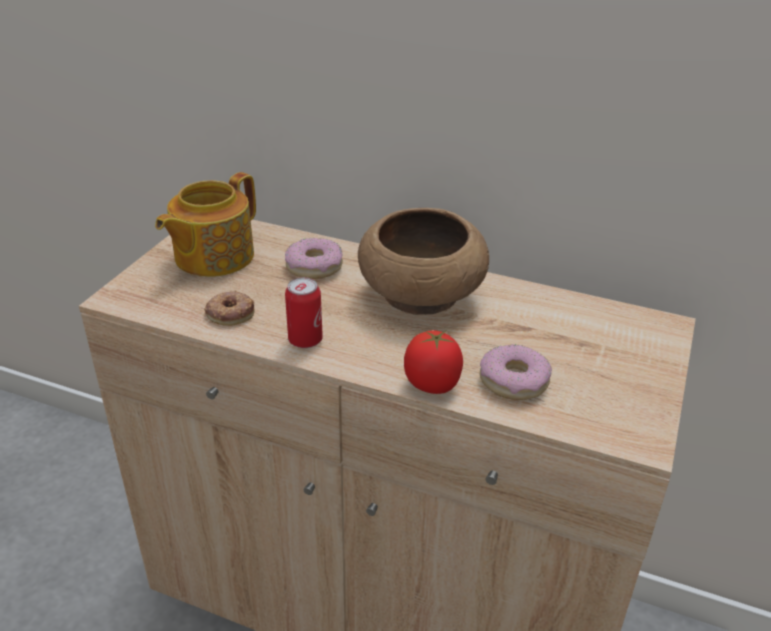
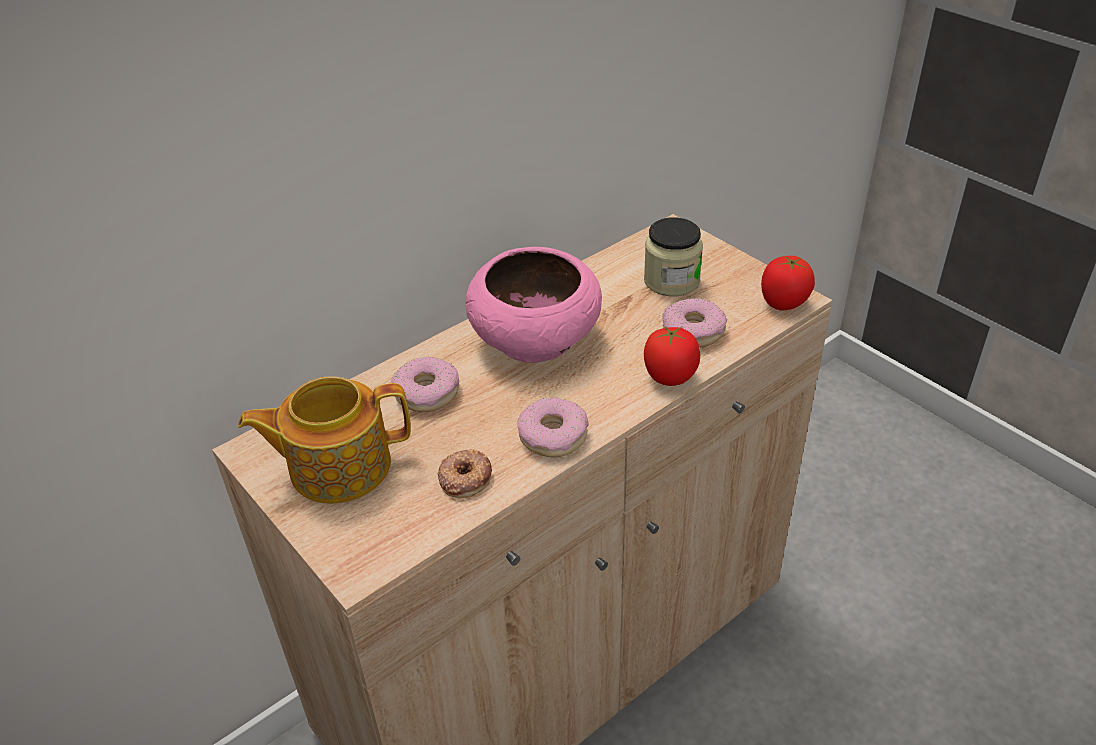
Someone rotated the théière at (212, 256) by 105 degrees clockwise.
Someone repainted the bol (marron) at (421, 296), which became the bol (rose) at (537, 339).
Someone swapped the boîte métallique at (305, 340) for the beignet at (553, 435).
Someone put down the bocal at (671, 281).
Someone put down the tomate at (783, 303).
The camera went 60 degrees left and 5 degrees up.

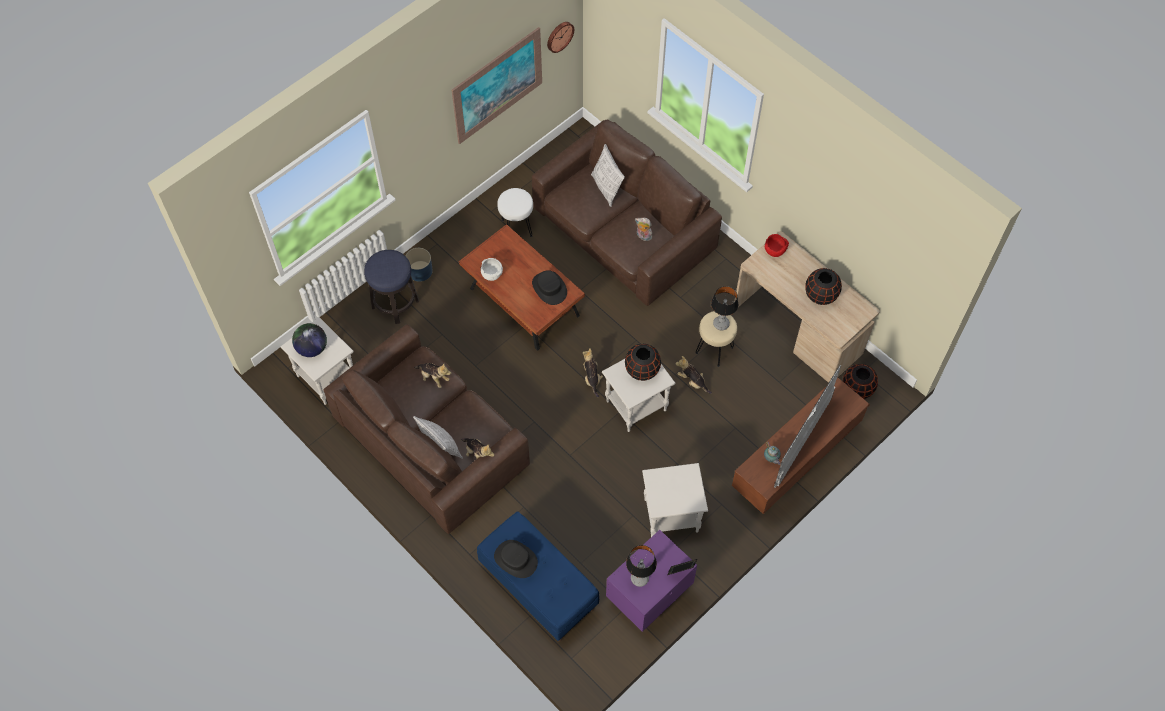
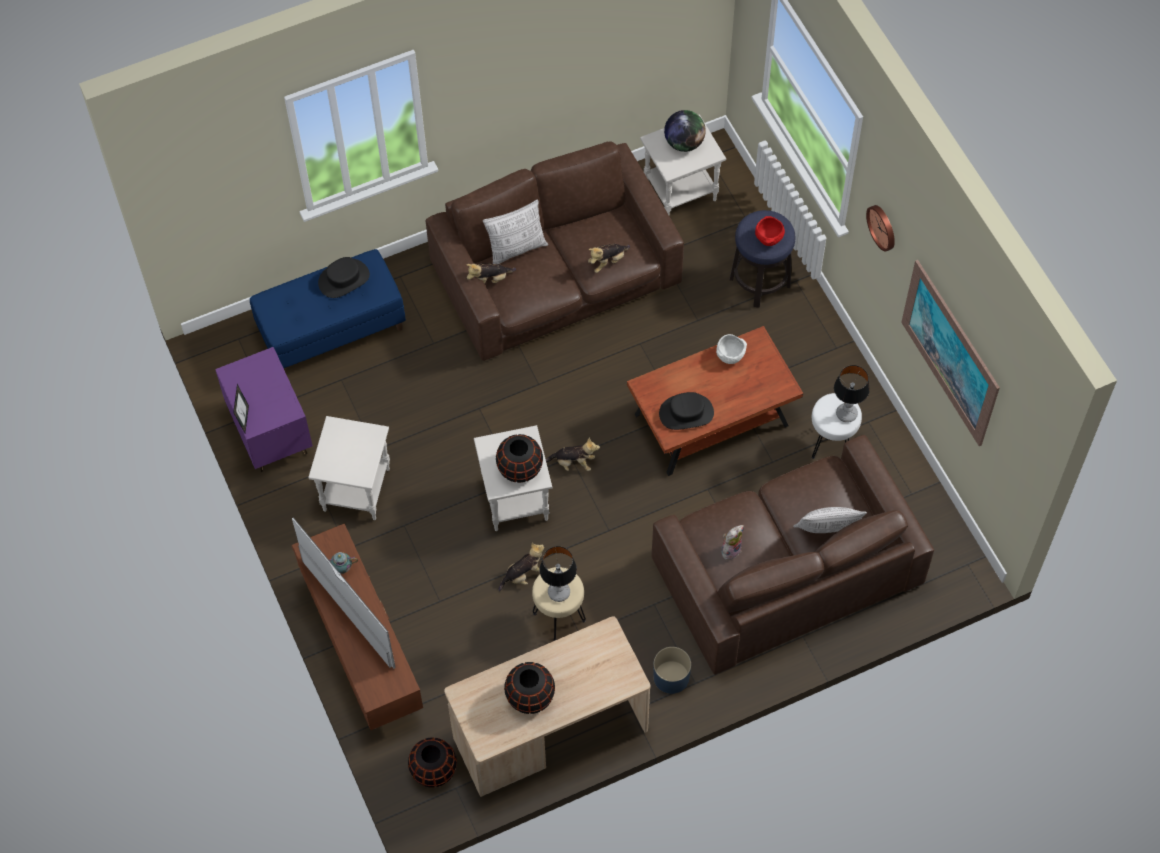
Someone carried the horloge murale from (559, 36) to (882, 227).
Someone carried the bol (rouge) from (775, 251) to (769, 239).
Someone carried the cache-pot (bleu) from (420, 271) to (671, 677).
Someone carried the lampe de table from (639, 578) to (847, 414).
The camera went 110 degrees right and 0 degrees up.

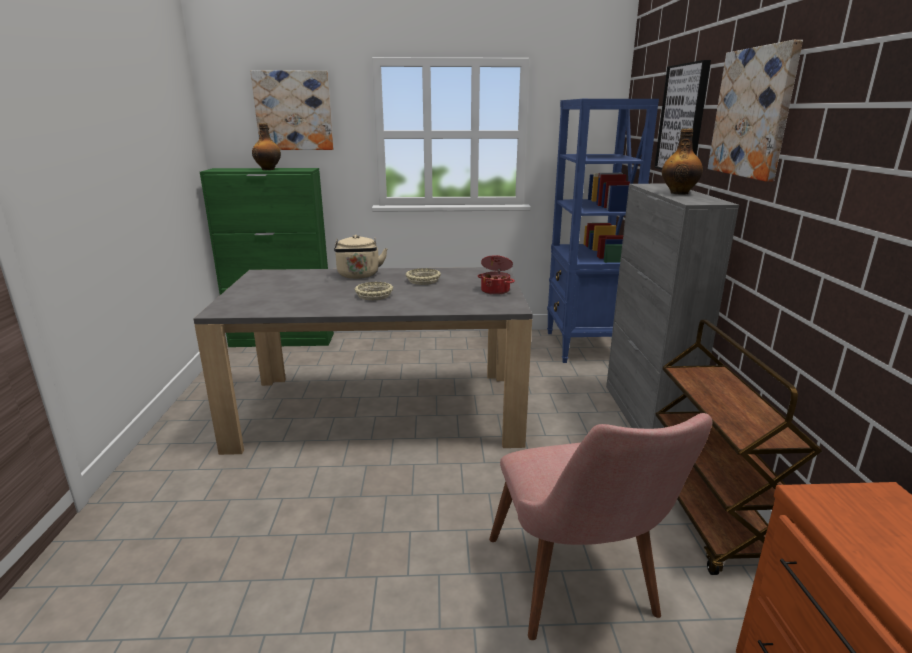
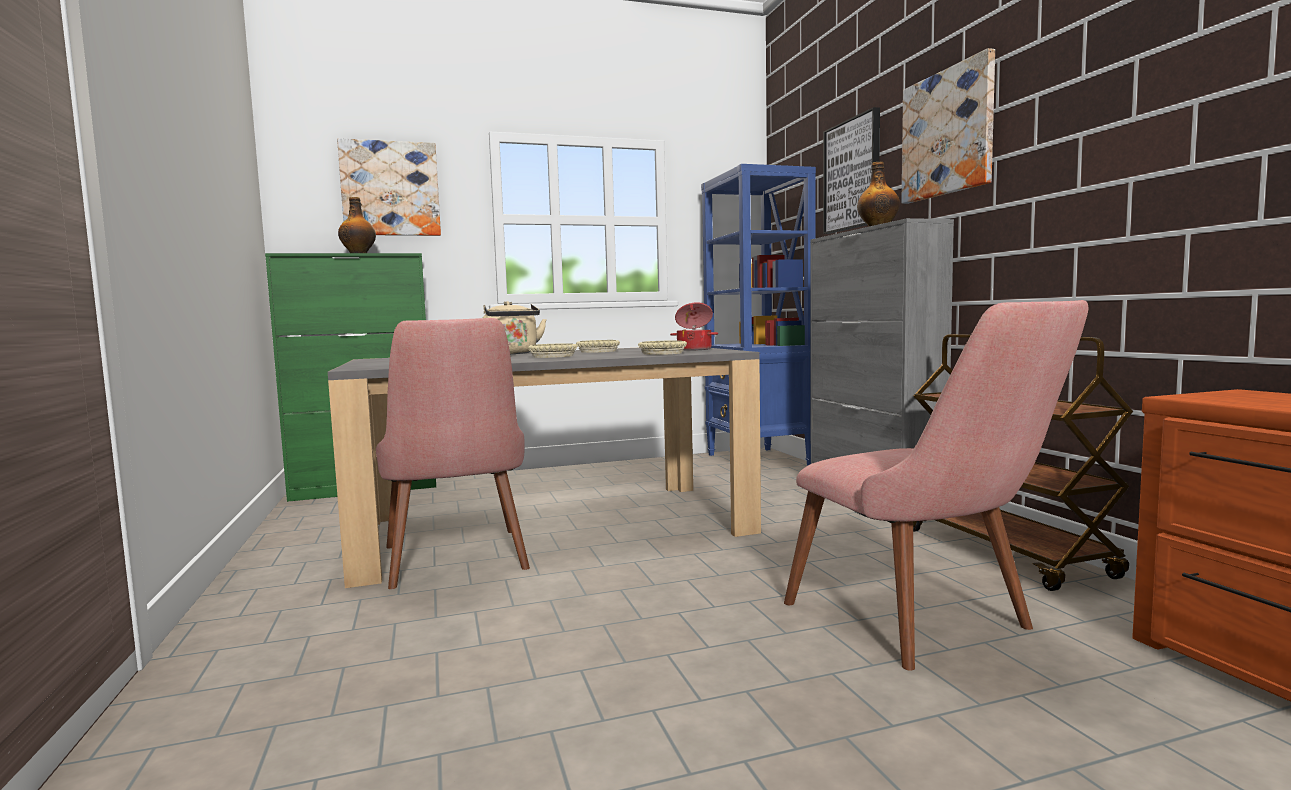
Someone put down the chaise (rose) at (459, 564).
Someone put down the bol (beige) at (663, 353).
The camera went 15 degrees left and 15 degrees down.

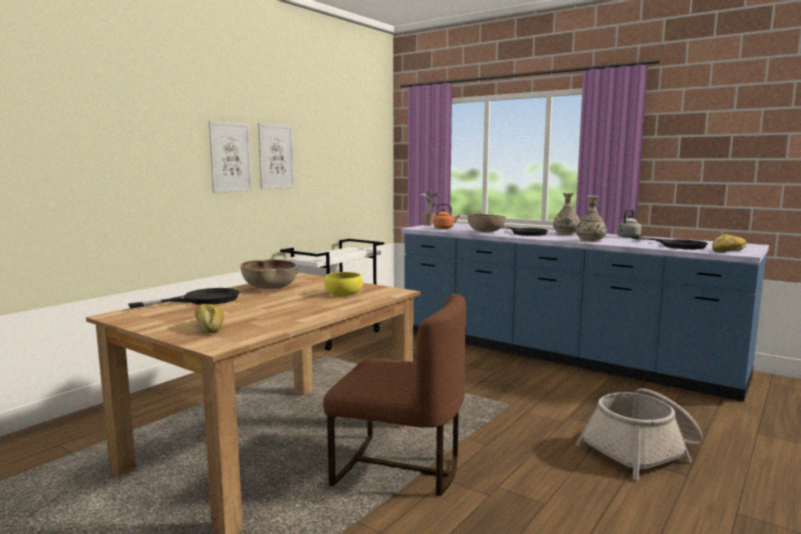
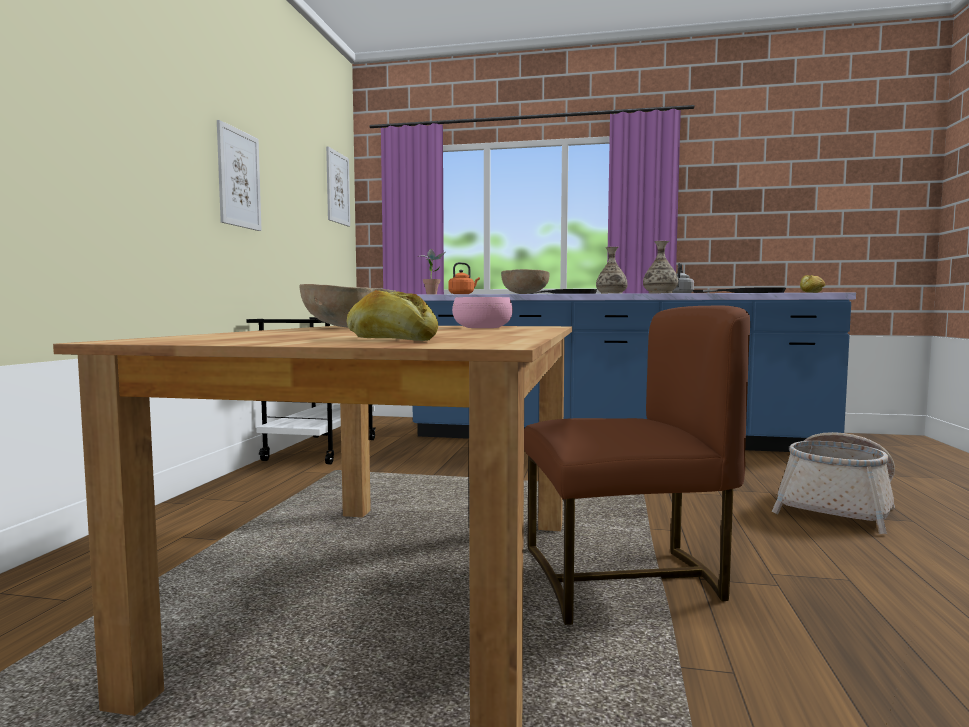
Someone carried the tableau from (230, 157) to (337, 188).
Someone repainted the bol (jaune) at (343, 294), which became the bol (rose) at (482, 327).
Someone took away the poêle (noir) at (201, 300).
The camera went 25 degrees left and 5 degrees down.

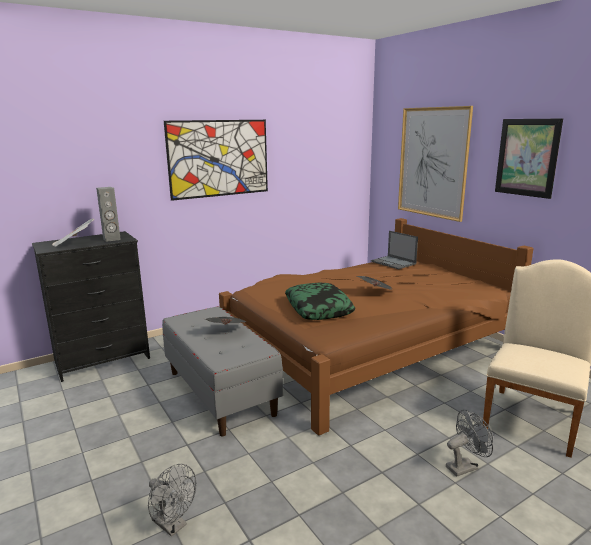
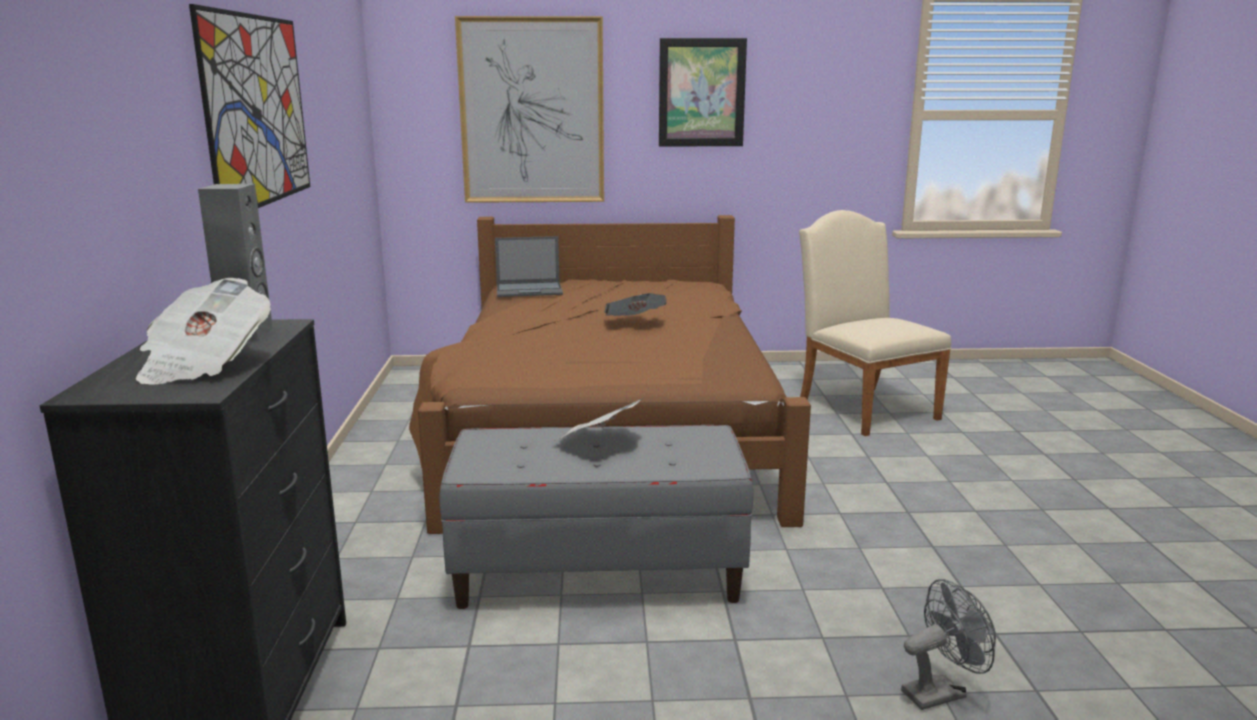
Someone took away the coussin at (318, 309).
Someone took away the ventilateur (gris) at (465, 466).
The camera went 60 degrees left and 0 degrees up.

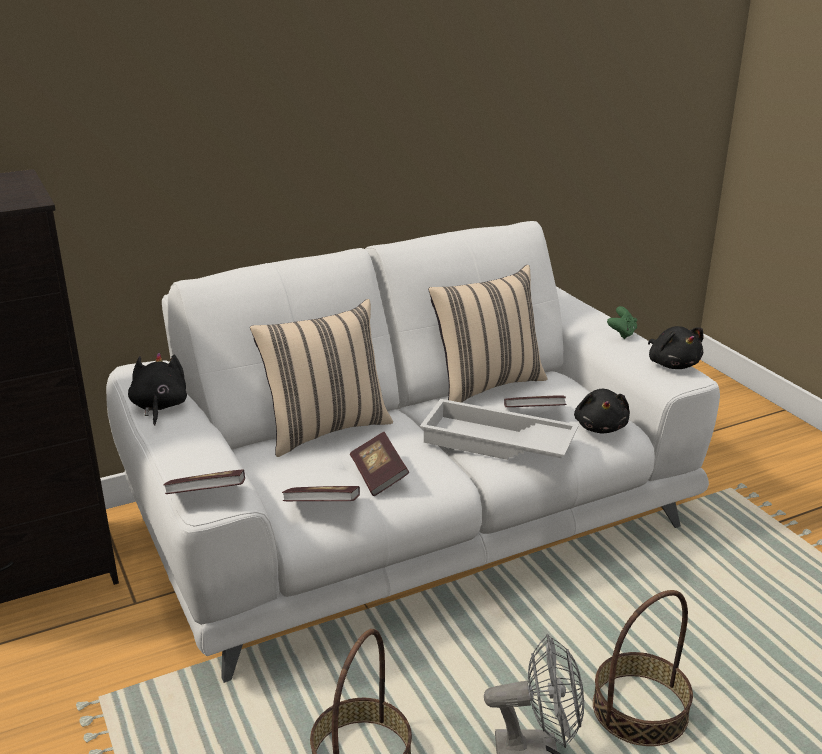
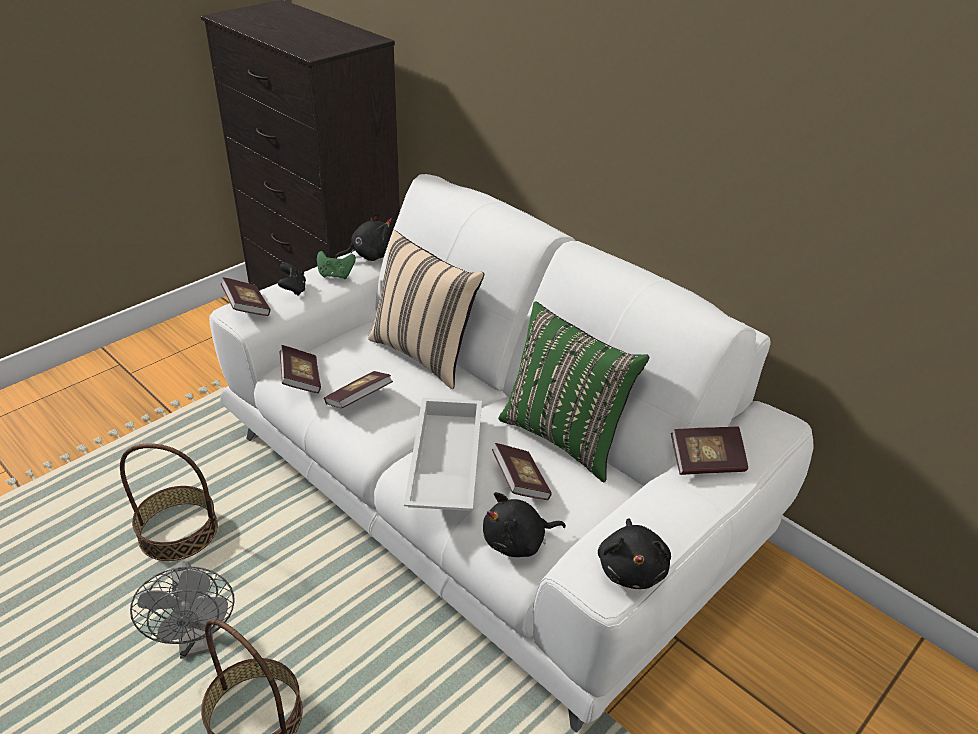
Someone repainted the coussin (beige) at (486, 385), which became the coussin (vert) at (564, 437).
Someone carried the manette (vert) from (622, 333) to (336, 275).
Someone rotated the peluche (noir) at (672, 364) by 45 degrees counterclockwise.
Someone put down the manette (noir) at (293, 289).
Someone put down the livre at (706, 462).
The camera went 70 degrees right and 10 degrees up.

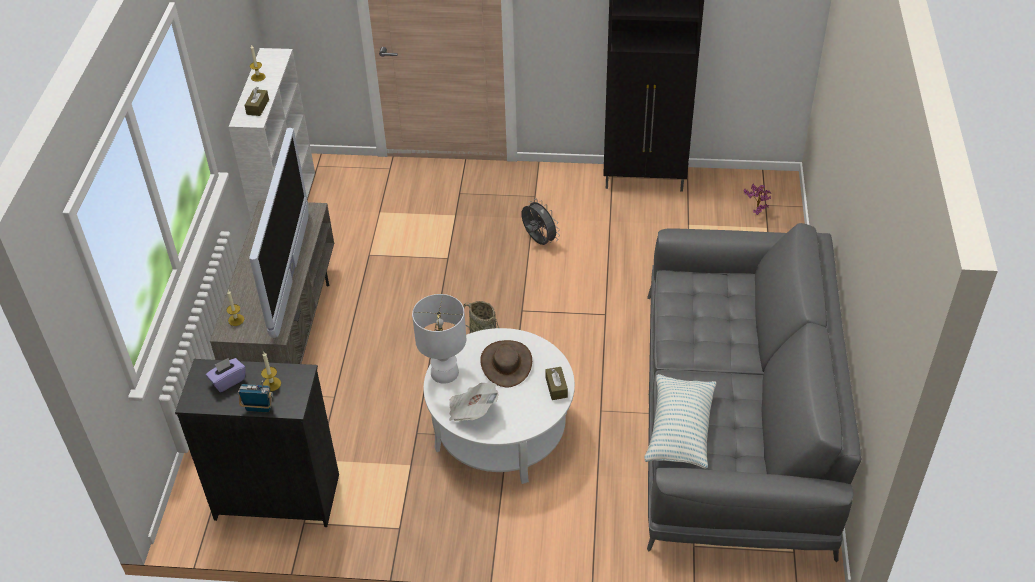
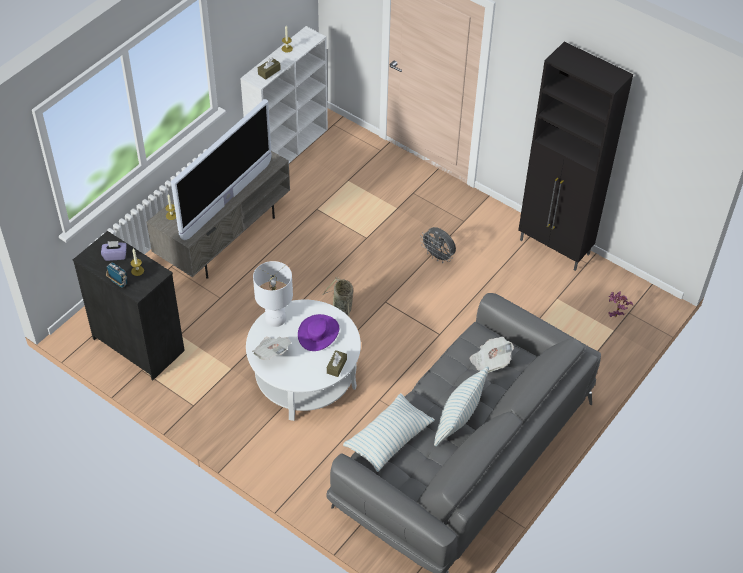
Someone rotated the ventilateur (gris) at (538, 241) by 135 degrees clockwise.
Someone repainted the chapeau (marron) at (506, 364), which became the chapeau (violet) at (318, 333).
Someone put down the journal at (490, 361).
Someone put down the coussin at (459, 418).
The camera went 30 degrees right and 5 degrees up.

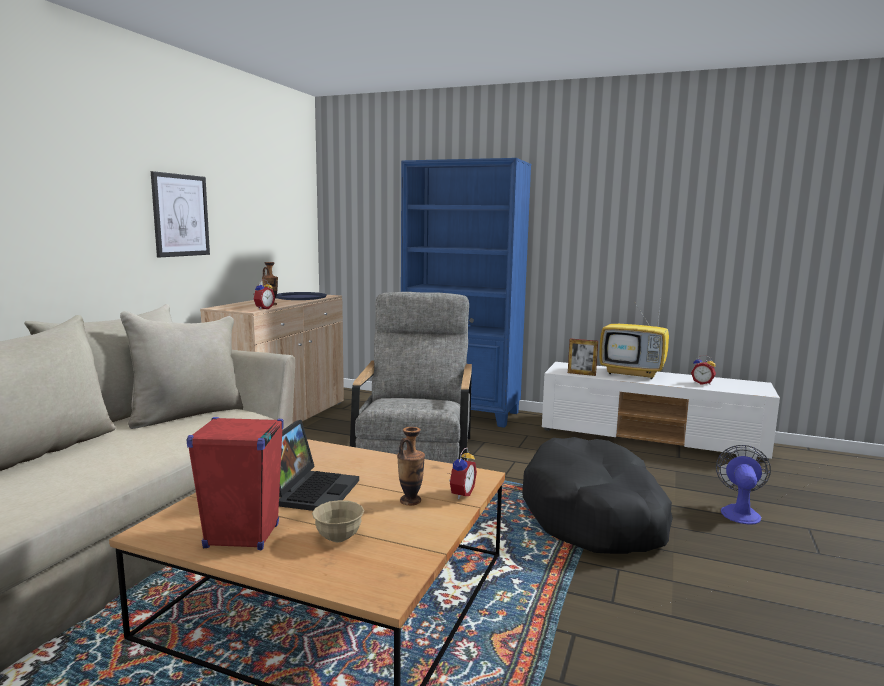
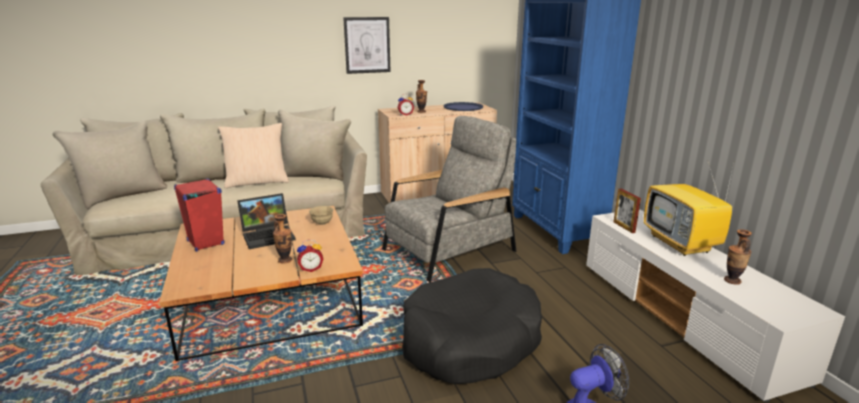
Someone swapped the réveil at (702, 383) for the vase at (732, 280).
Someone carried the bol (beige) from (338, 538) to (322, 223).
Someone put down the coussin (beige) at (257, 182).
The camera went 50 degrees right and 10 degrees up.

